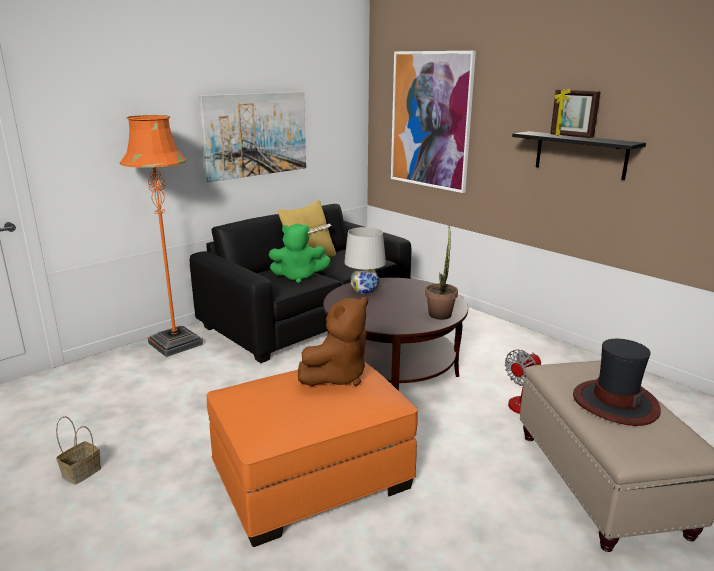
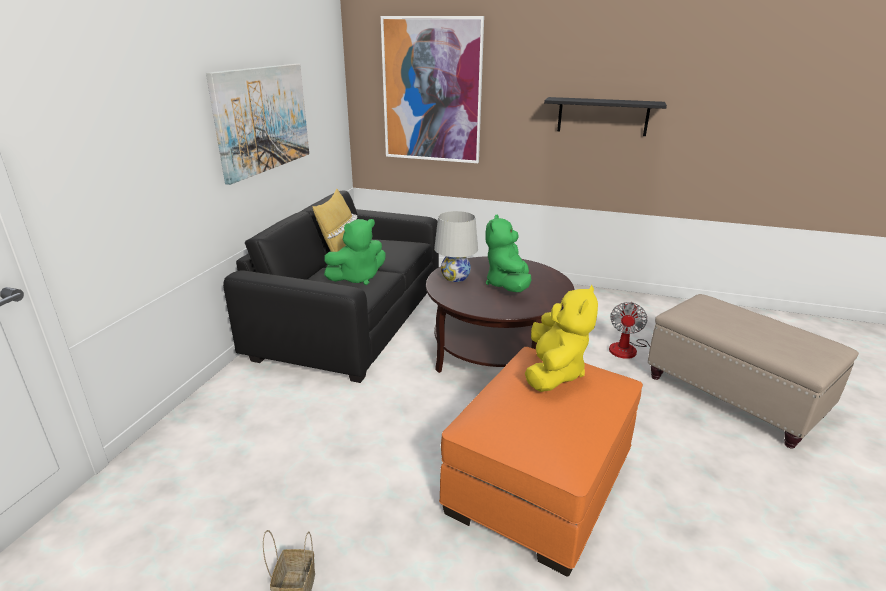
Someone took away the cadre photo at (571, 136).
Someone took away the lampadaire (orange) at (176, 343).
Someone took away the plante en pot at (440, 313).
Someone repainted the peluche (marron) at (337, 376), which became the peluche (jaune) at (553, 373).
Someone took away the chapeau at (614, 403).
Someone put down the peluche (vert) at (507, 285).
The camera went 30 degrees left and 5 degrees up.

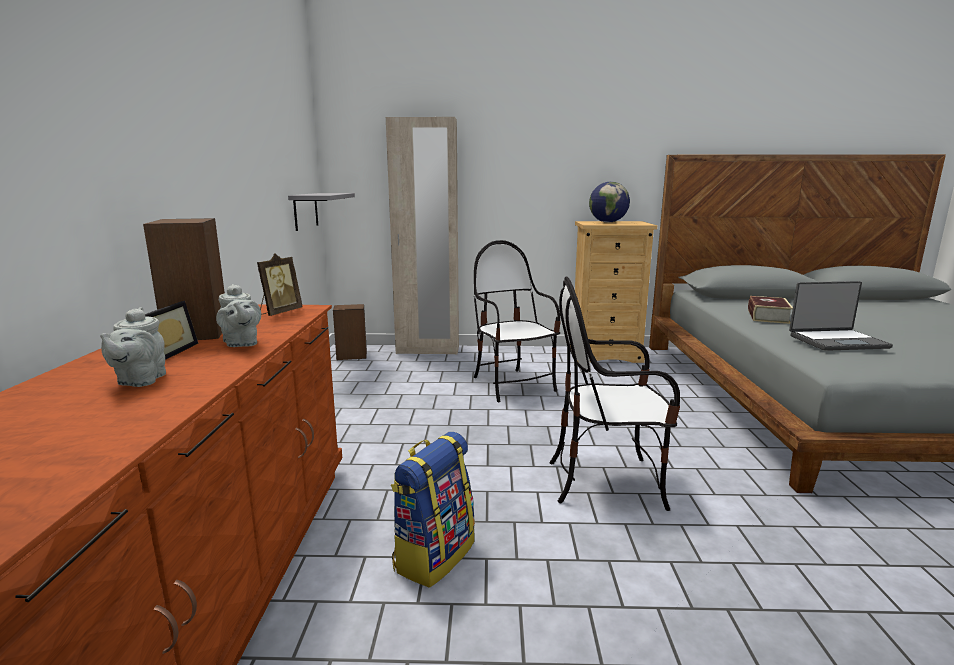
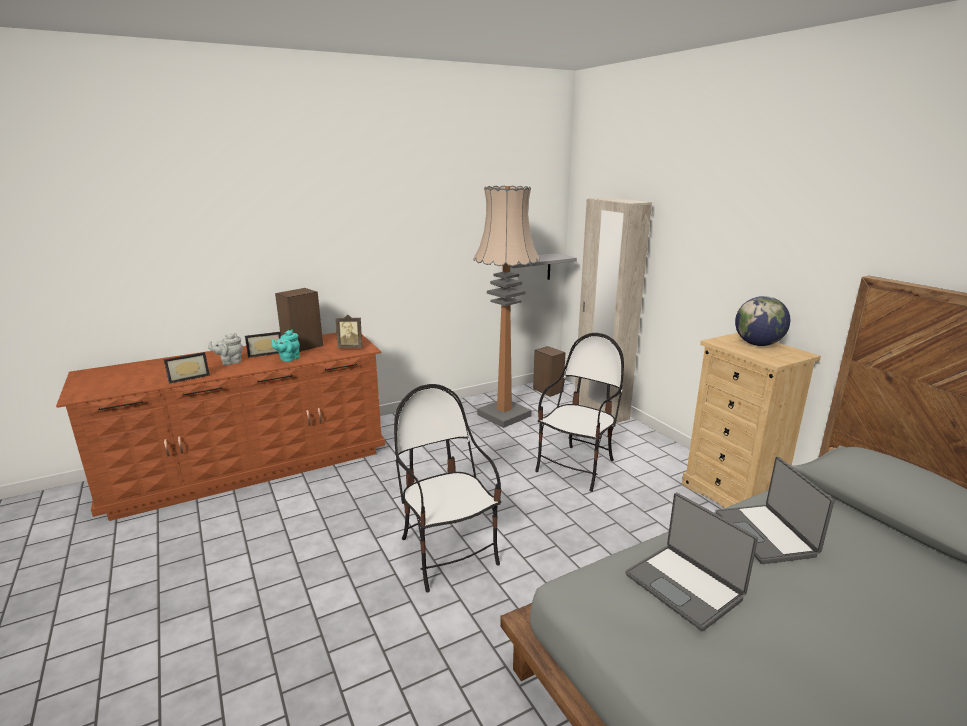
Someone repainted the théière (gris) at (241, 343), which became the théière (turquoise) at (288, 359).
Someone swapped the livre at (768, 316) for the ordinateur portable at (766, 534).
Someone took away the sac à dos at (433, 555).
Someone put down the lampadaire at (504, 415).
Someone put down the cadre photo at (188, 377).
The camera went 60 degrees right and 5 degrees up.

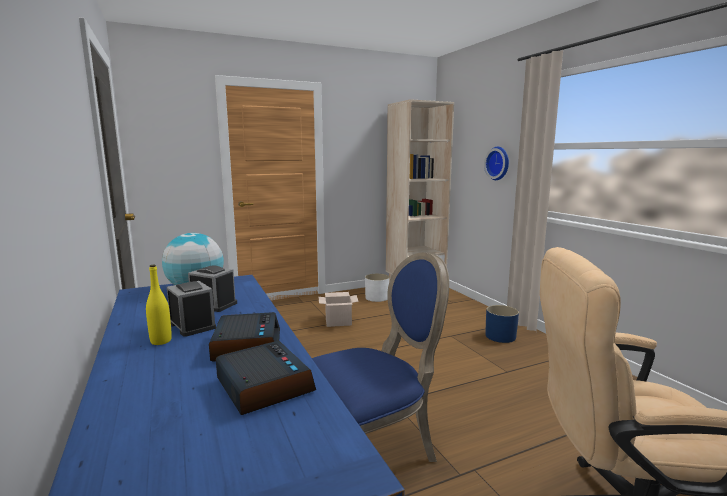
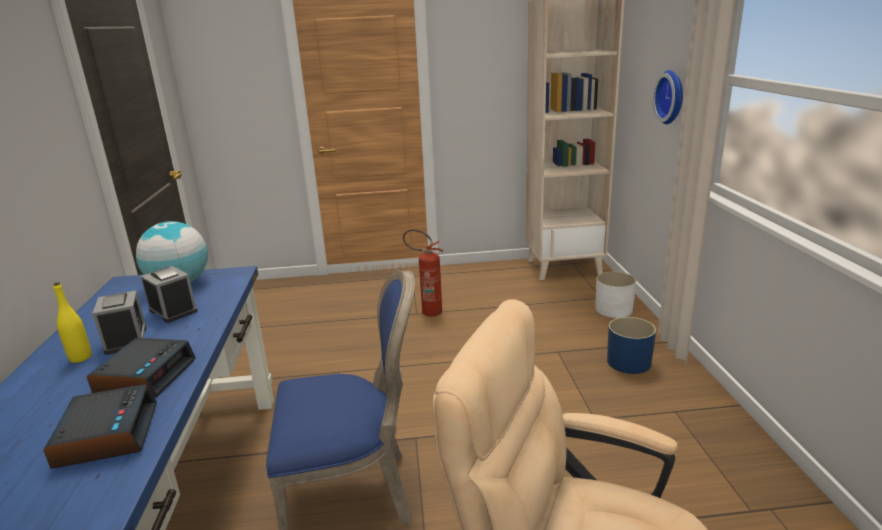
Someone carried the cache-pot (blanc) from (377, 297) to (614, 310).
Someone swapped the carton at (339, 321) for the extincteur at (427, 312).
The camera went 20 degrees right and 10 degrees up.

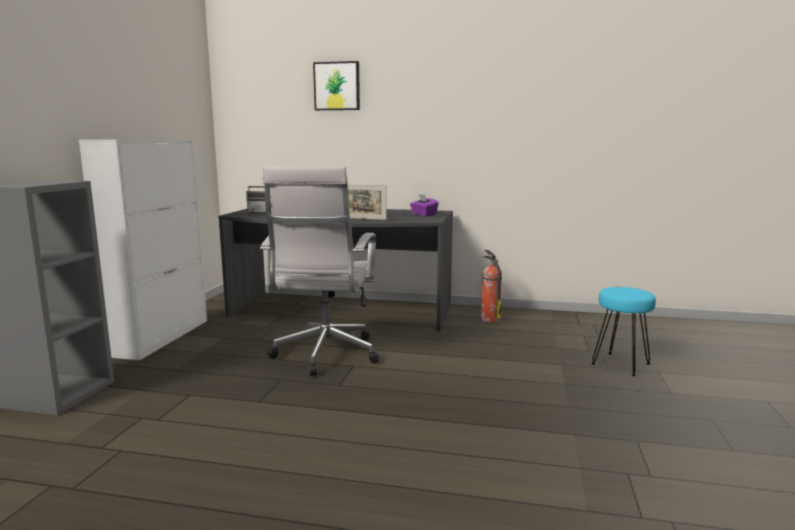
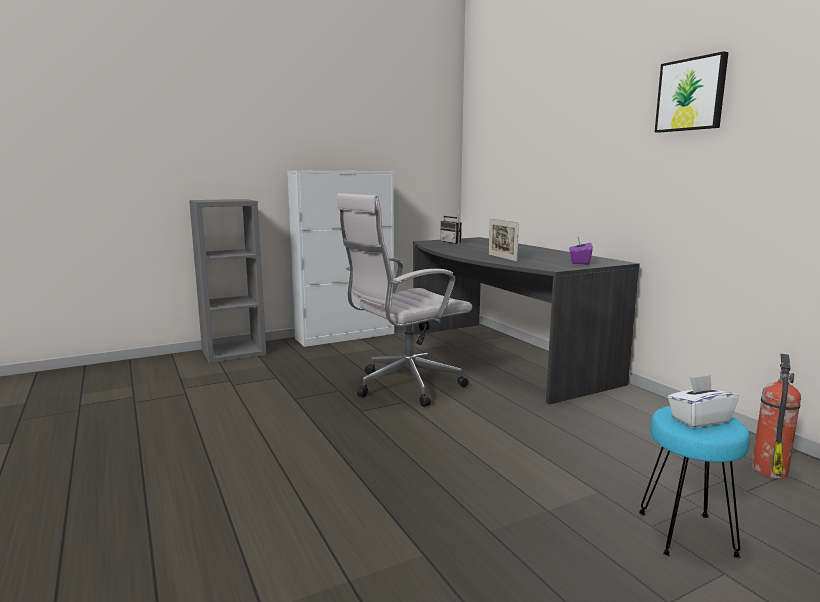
Someone carried the tableau from (337, 86) to (691, 95).
Someone carried the extincteur from (489, 319) to (769, 469).
Someone put down the boîte à mouchoirs (blanc) at (699, 419).
The camera went 50 degrees right and 0 degrees up.

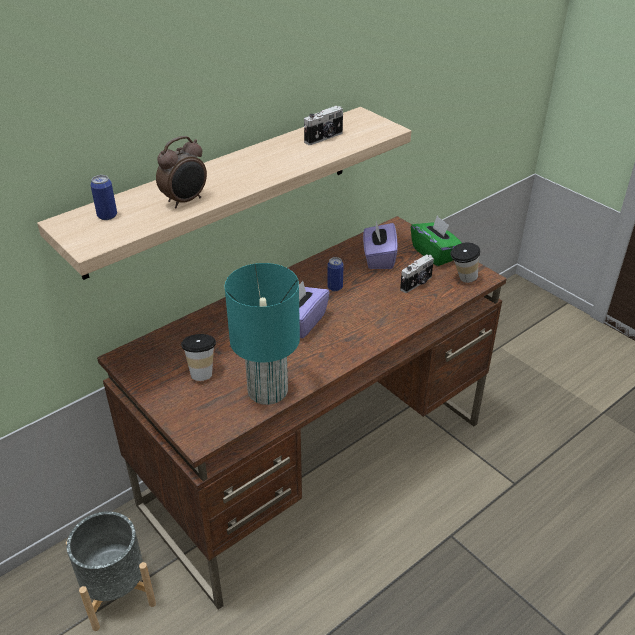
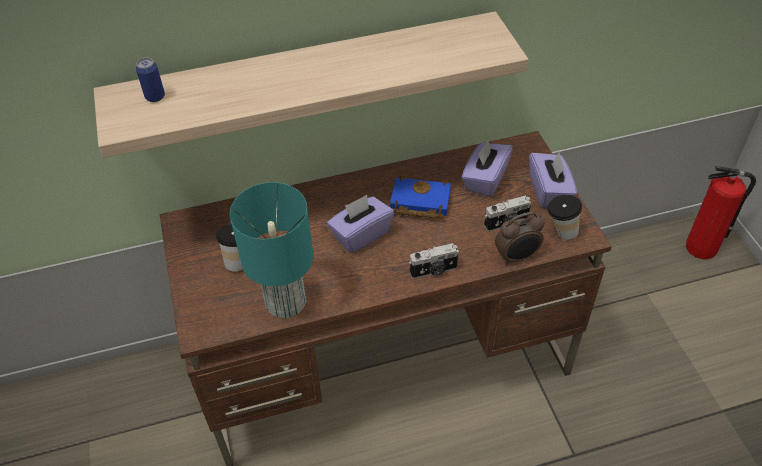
Someone carried the appareil photo from (324, 138) to (434, 271).
Someone carried the réveil from (185, 201) to (517, 257).
Someone repainted the boîte à mouchoirs (vert) at (435, 254), which became the boîte à mouchoirs (violet) at (549, 191).
Someone swapped the boîte métallique at (335, 287) for the livre (bleu) at (418, 202).
Someone took away the cache-pot (gris) at (117, 592).
Someone put down the extincteur at (702, 247).
The camera went 25 degrees right and 10 degrees up.

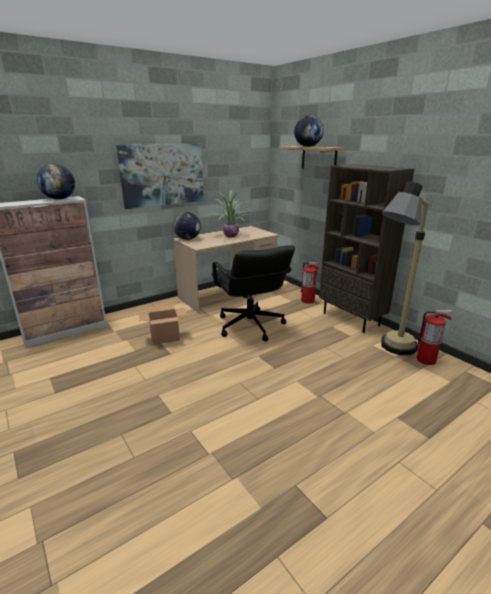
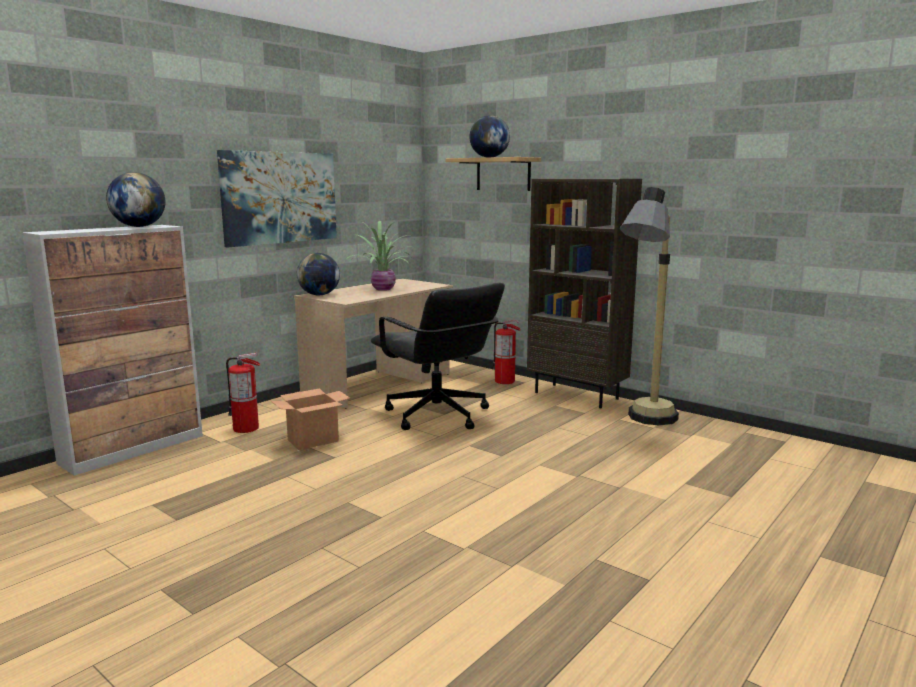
Someone carried the extincteur from (426, 360) to (246, 428).
The camera went 15 degrees left and 10 degrees down.

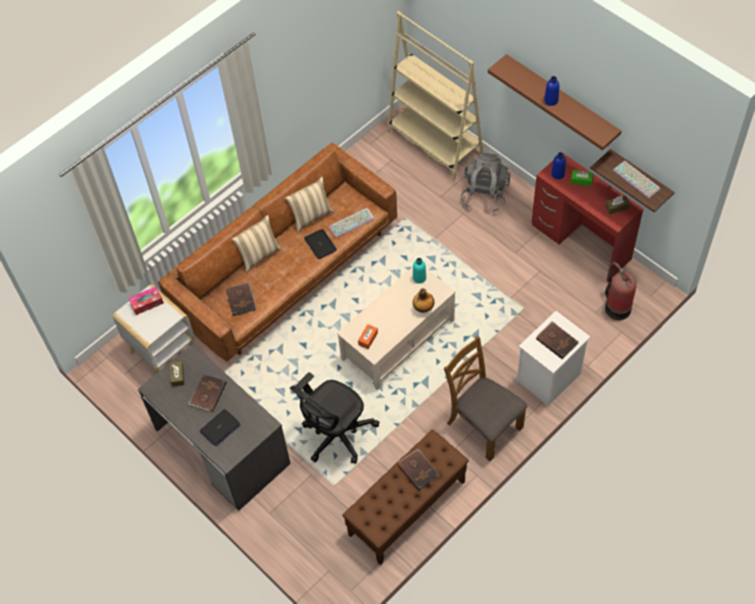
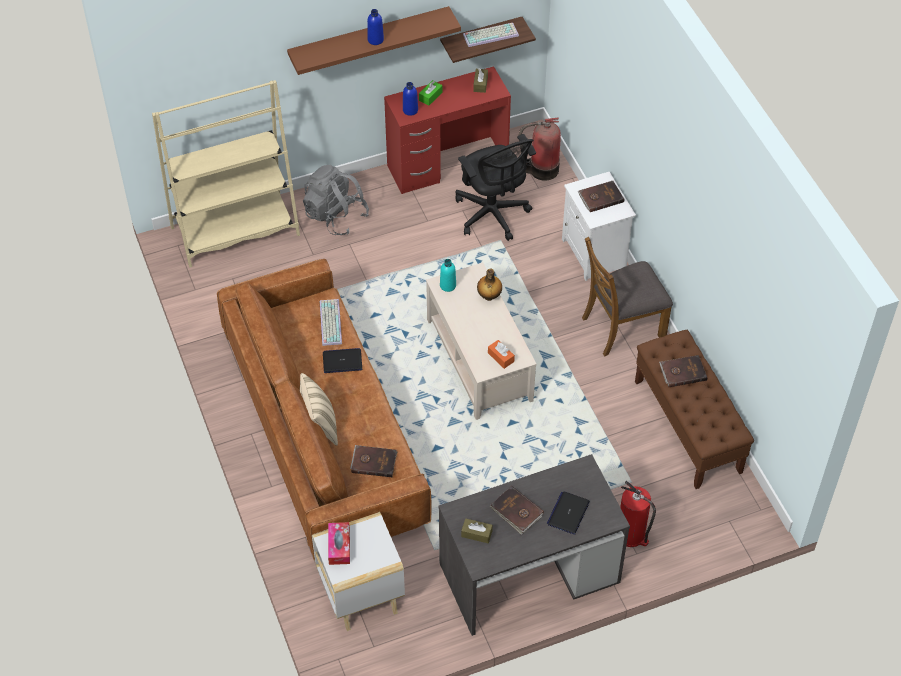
Someone took away the coussin (beige) at (311, 216).
Someone carried the chaise de bureau (noir) from (336, 436) to (493, 215).
Someone rotated the ordinateur portable at (220, 428) by 135 degrees counterclockwise.
Someone put down the extincteur at (631, 535).
The camera went 70 degrees left and 5 degrees down.

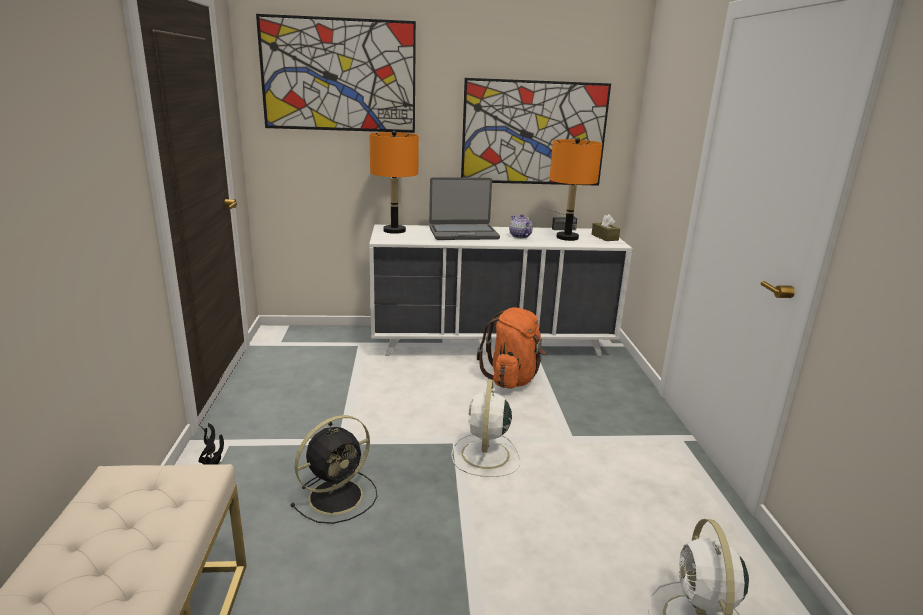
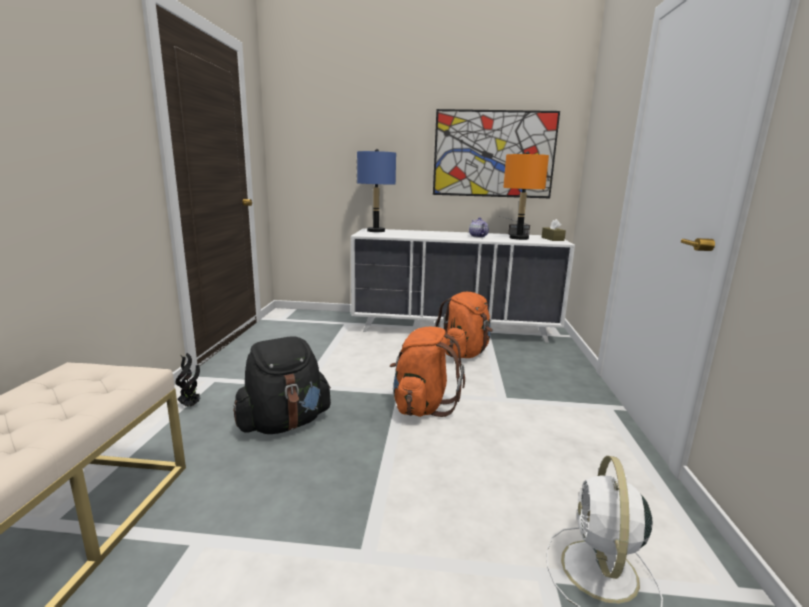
Someone took away the tableau at (339, 75).
Someone repainted the lampe de table (orange) at (394, 231), which became the lampe de table (bleu) at (376, 231).
Someone took away the ordinateur portable at (463, 233).
Someone swapped the ventilateur (blanc) at (485, 456) for the sac à dos (orange) at (422, 406).
Someone swapped the ventilateur (noir) at (338, 495) for the sac à dos (noir) at (284, 423).
The camera went 10 degrees right and 5 degrees down.

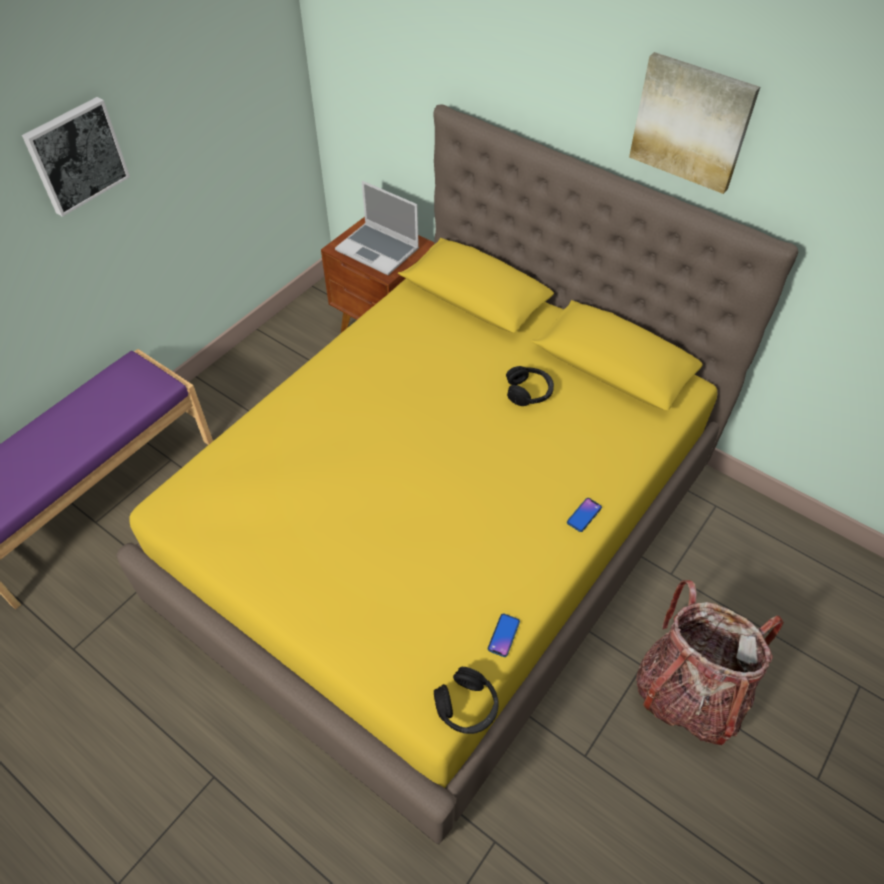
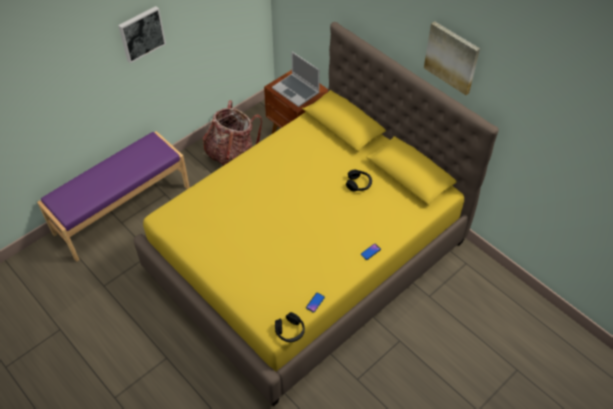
Someone carried the sac à dos from (688, 693) to (231, 155).
The camera went 10 degrees right and 0 degrees up.

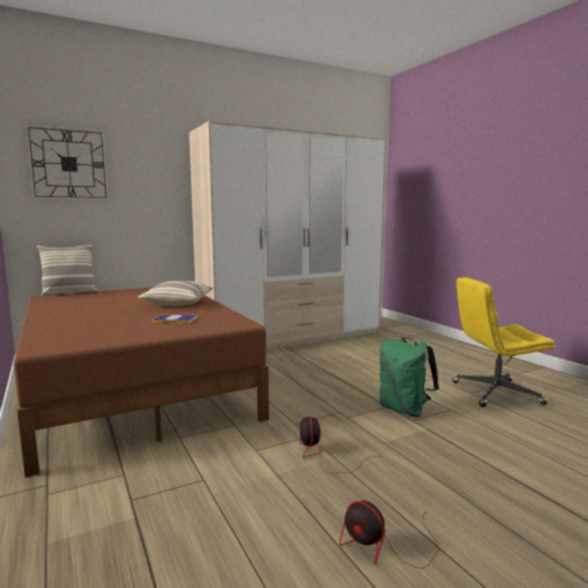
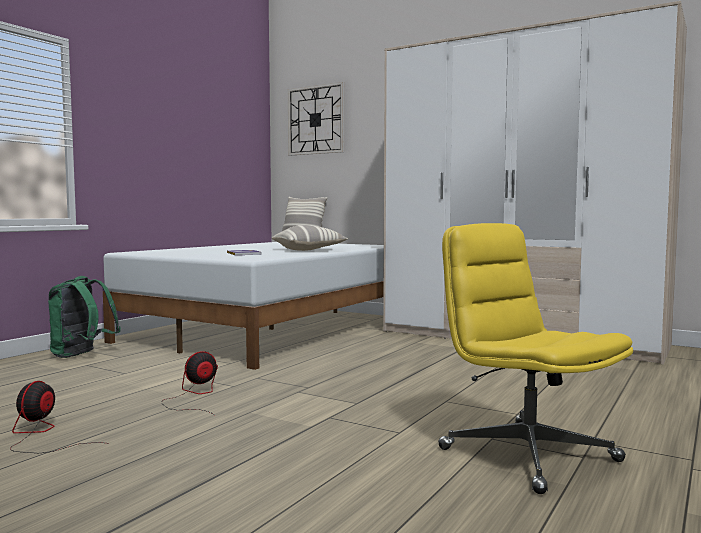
Someone repainted the lit (marron) at (135, 388), which became the lit (blanc) at (271, 329).
Someone carried the sac à dos (vert) from (404, 410) to (81, 355).
The camera went 60 degrees right and 5 degrees down.

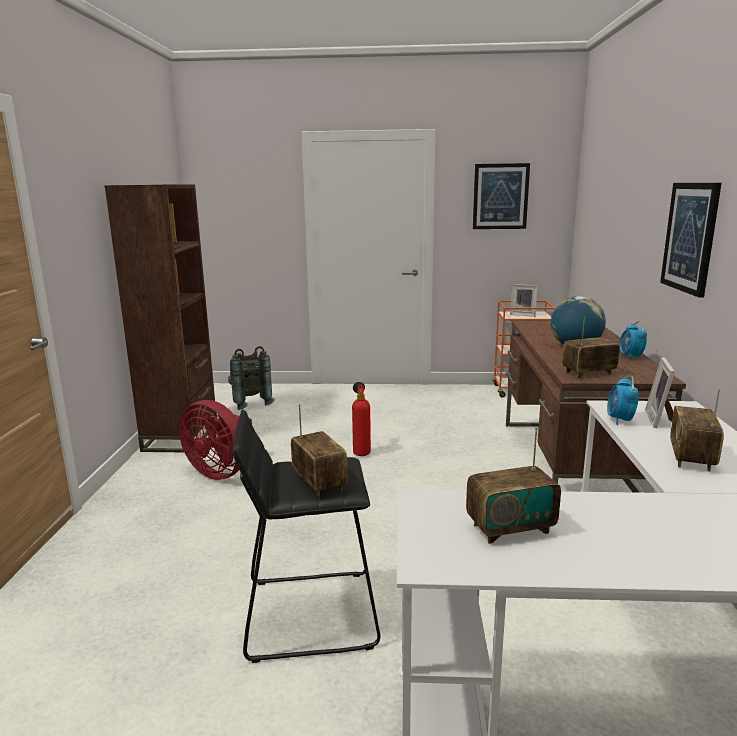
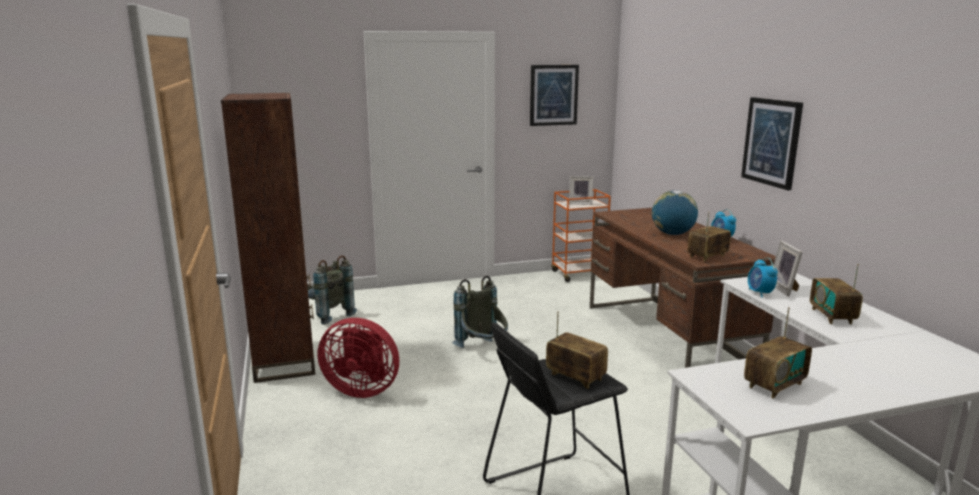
Someone swapped the extincteur at (361, 452) for the sac à dos (gris) at (483, 350).
The camera went 20 degrees left and 0 degrees up.

